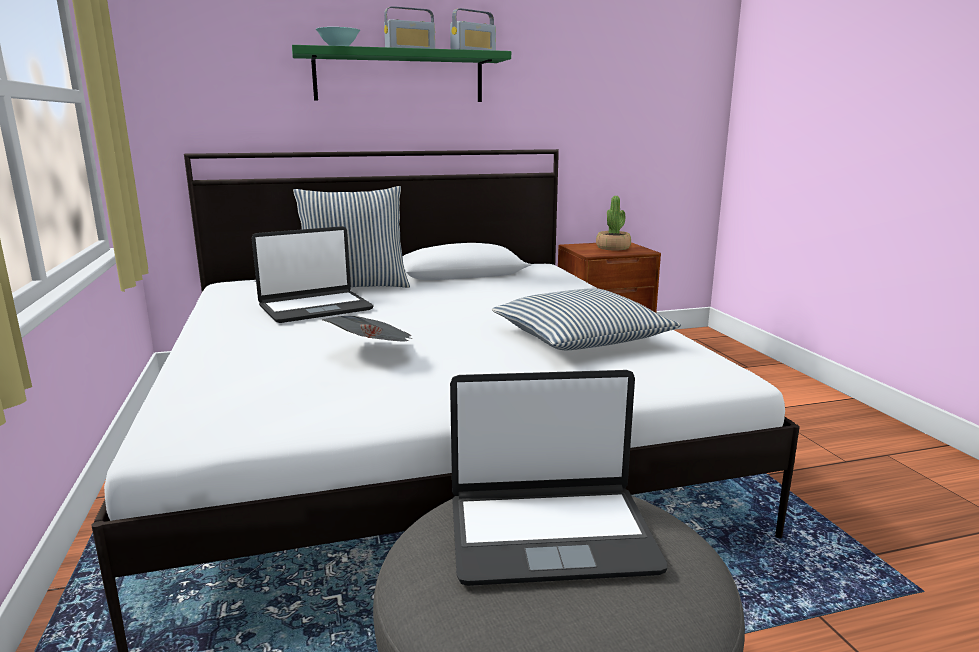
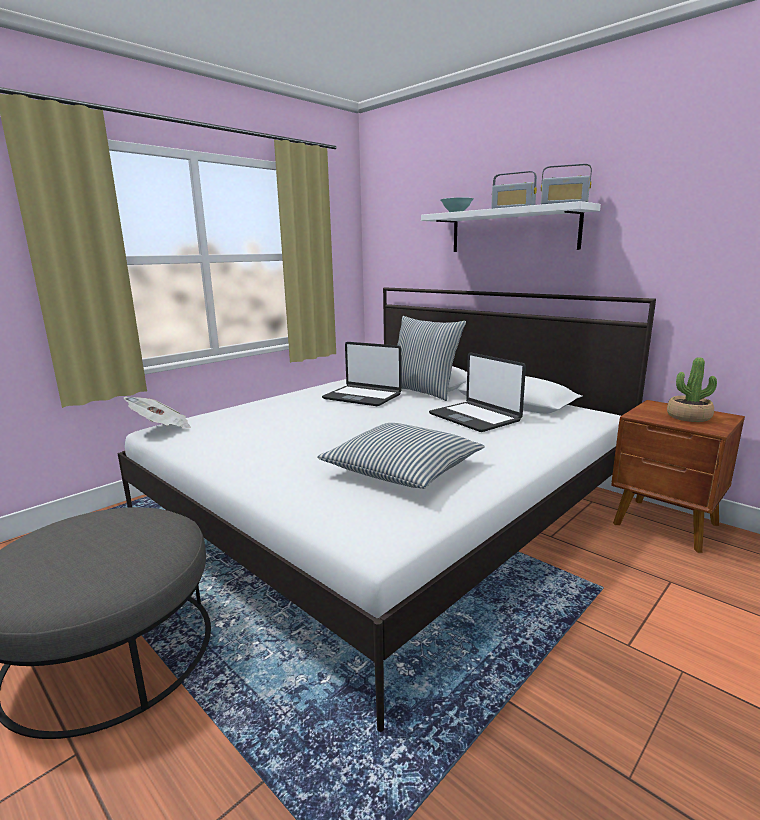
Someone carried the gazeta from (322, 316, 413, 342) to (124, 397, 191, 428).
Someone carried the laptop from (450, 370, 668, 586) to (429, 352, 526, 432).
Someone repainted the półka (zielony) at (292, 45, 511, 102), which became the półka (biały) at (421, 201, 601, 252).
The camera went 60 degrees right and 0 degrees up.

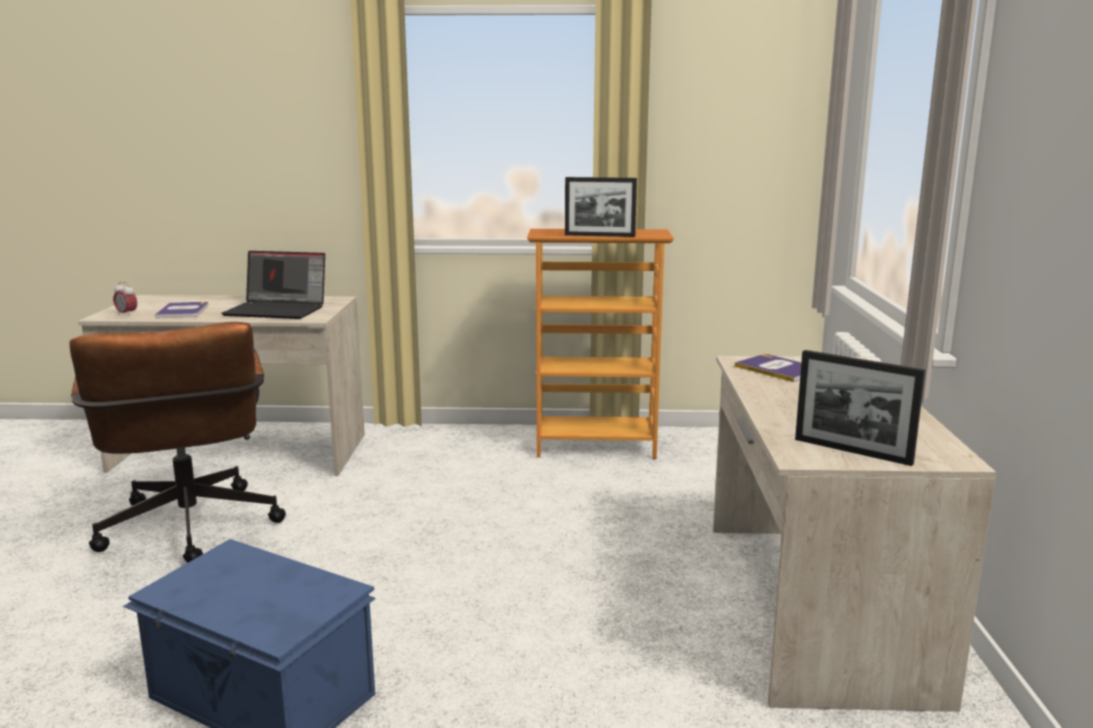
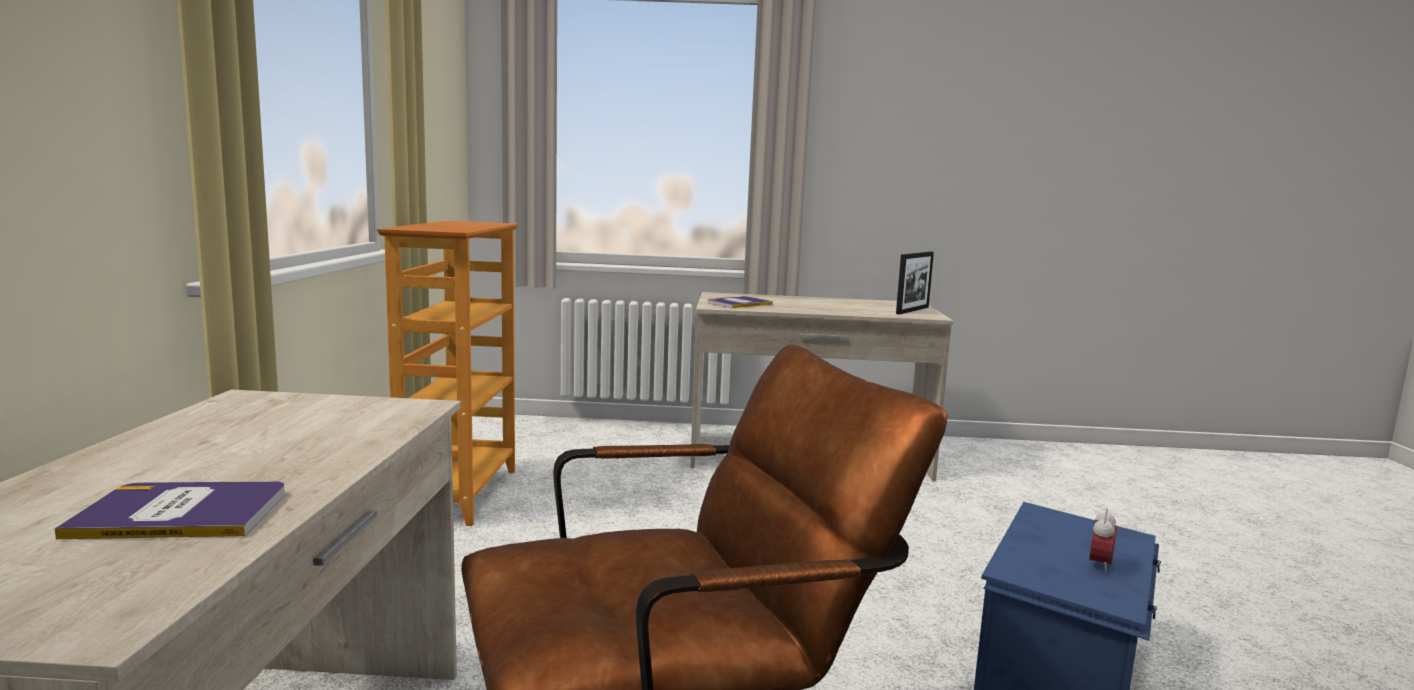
Someone took away the laptop at (221, 251, 325, 319).
Someone took away the ramka na zdjęcie at (565, 177, 637, 237).
Someone carried the budzik from (113, 282, 137, 316) to (1090, 508, 1117, 573).
The camera went 90 degrees left and 5 degrees down.

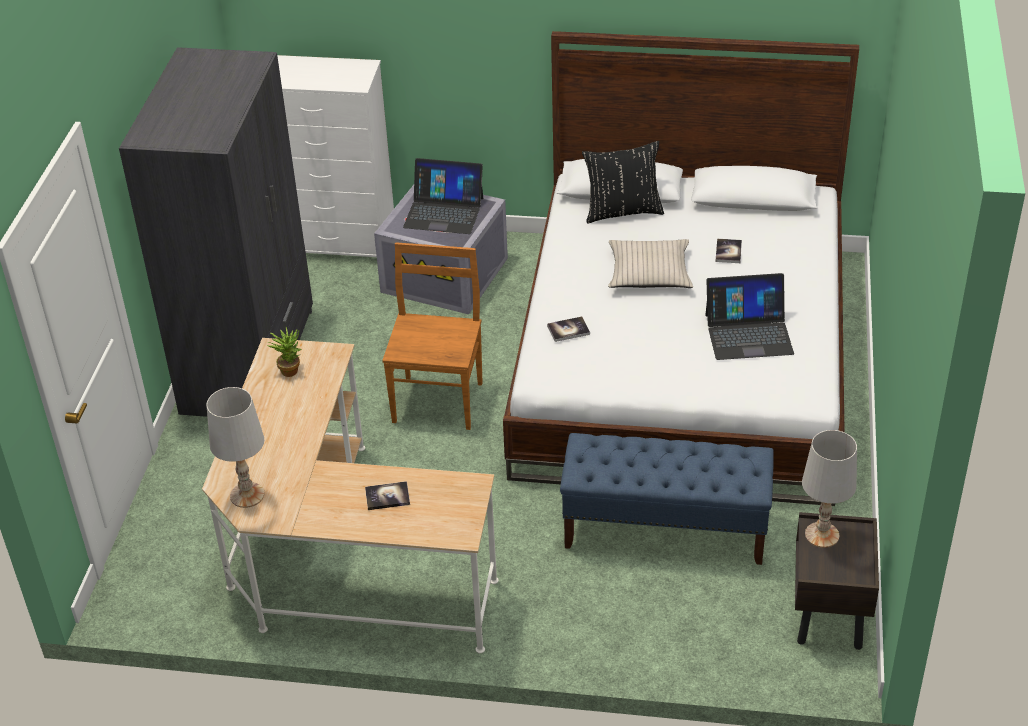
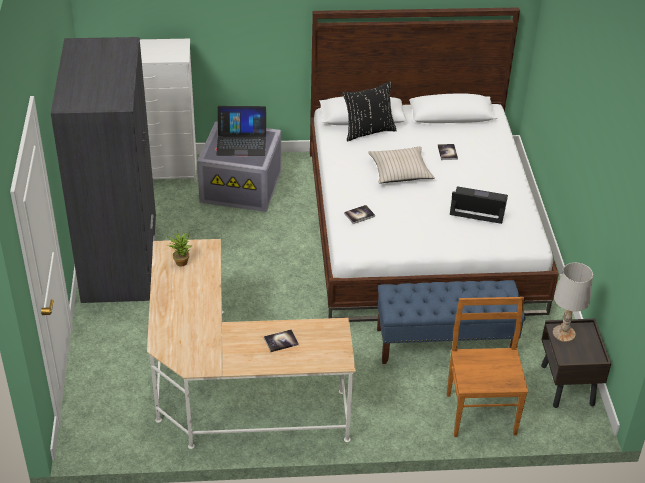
Someone took away the lampa stołowa (biały) at (206, 387, 265, 508).
Someone carried the krzesło (brązowy) from (382, 242, 483, 430) to (447, 297, 528, 437).
Someone rotated the laptop at (705, 273, 794, 360) by 150 degrees counterclockwise.
The camera went 15 degrees left and 0 degrees up.

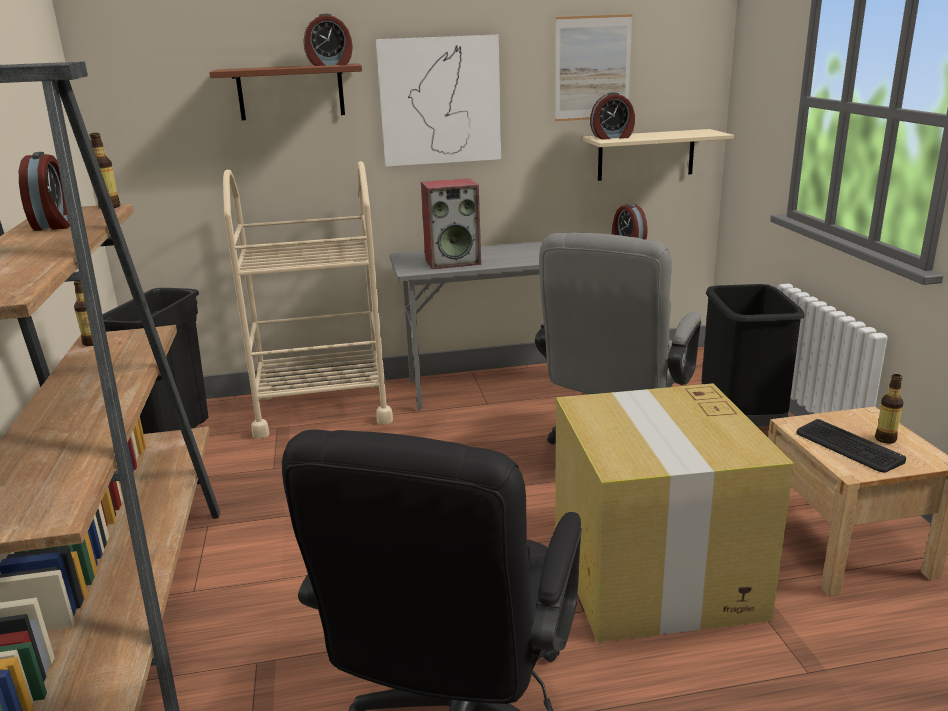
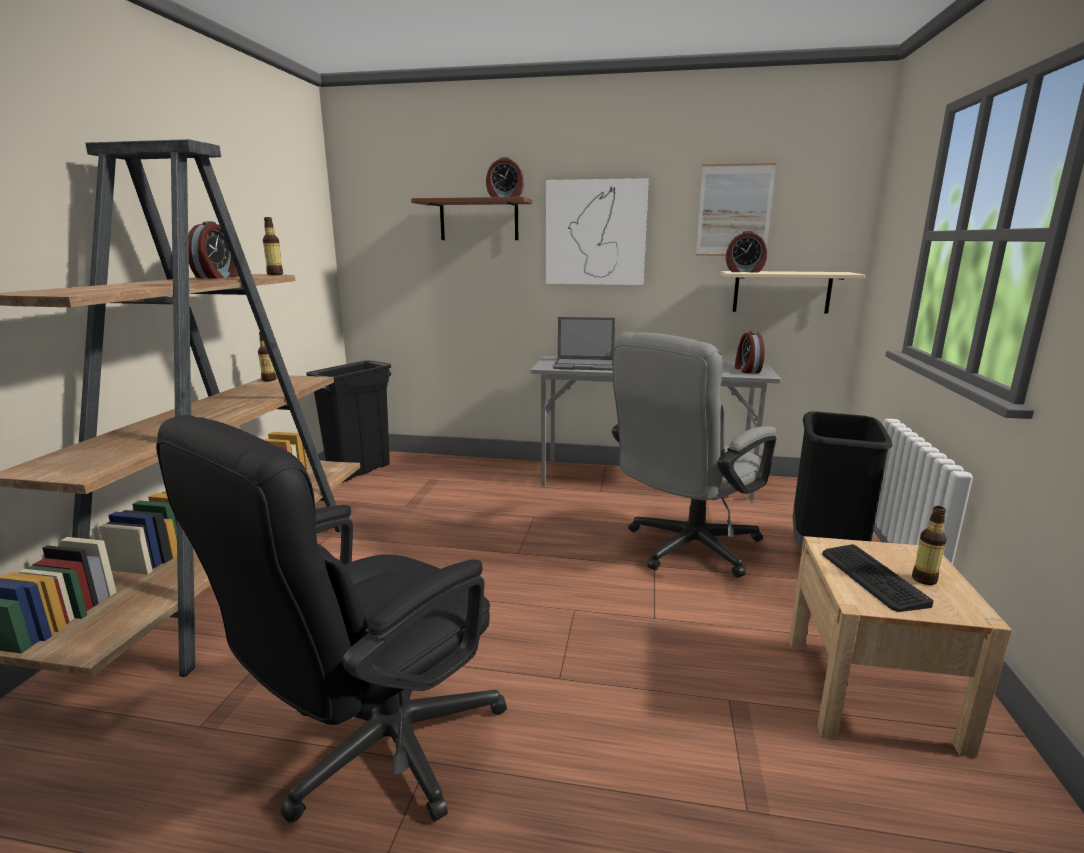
Someone took away the wózek (beżowy) at (223, 161, 393, 439).
Someone took away the karton at (555, 383, 794, 642).
Someone swapped the głośnik at (421, 178, 481, 269) for the laptop at (553, 317, 615, 370).
The camera went 20 degrees right and 5 degrees down.

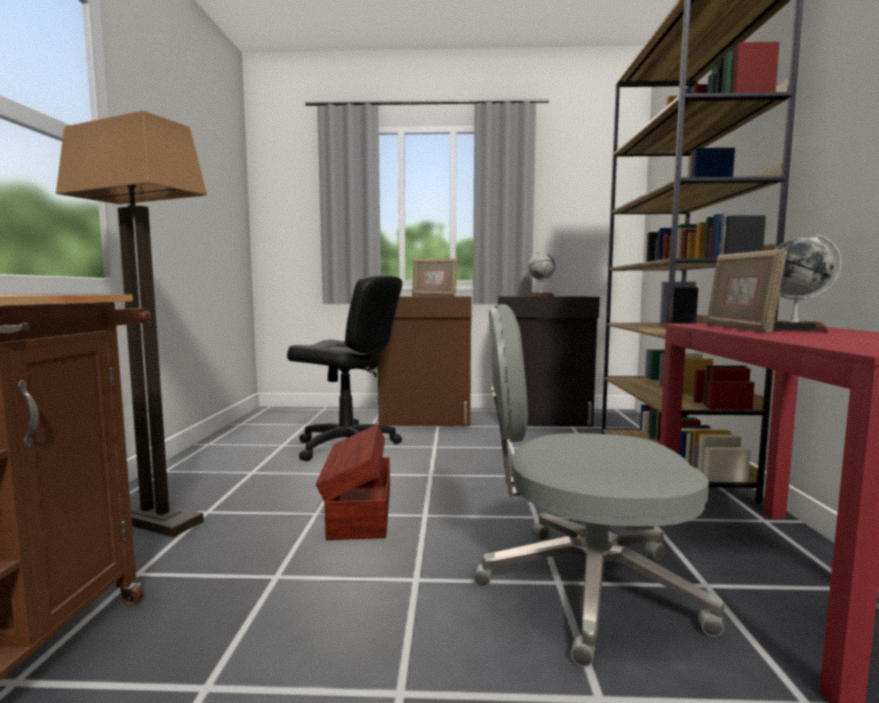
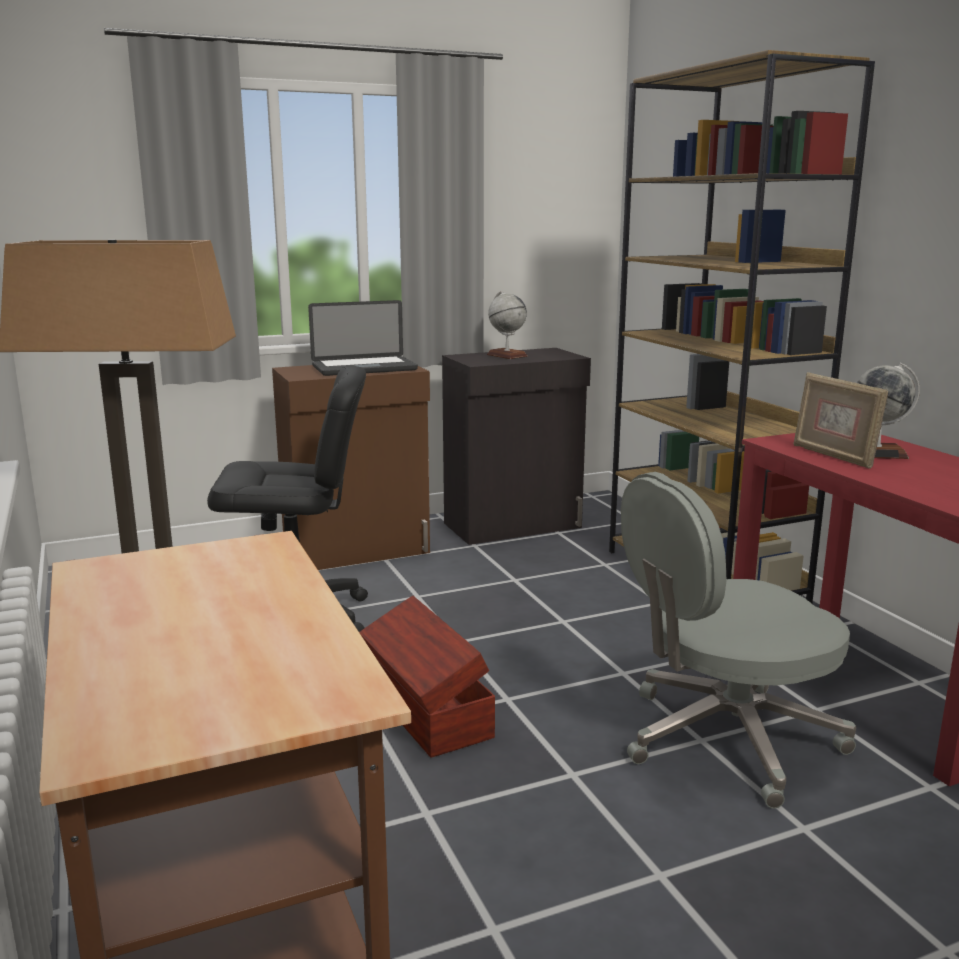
Someone swapped the ramka na zdjęcie at (412, 259, 457, 296) for the laptop at (308, 300, 418, 376).
The camera went 25 degrees left and 10 degrees up.

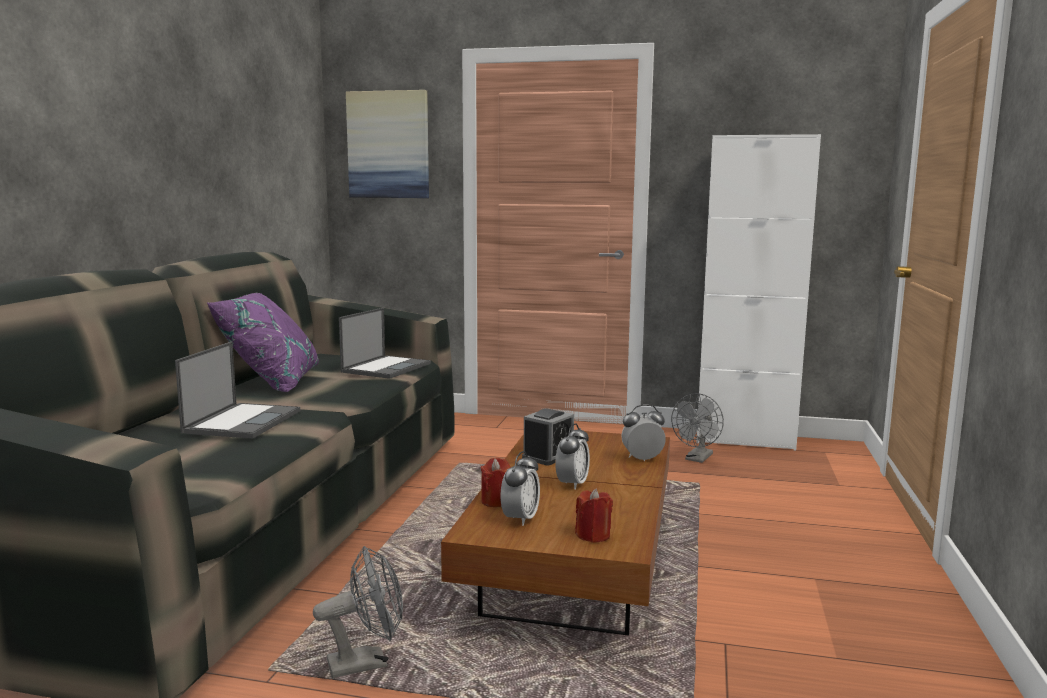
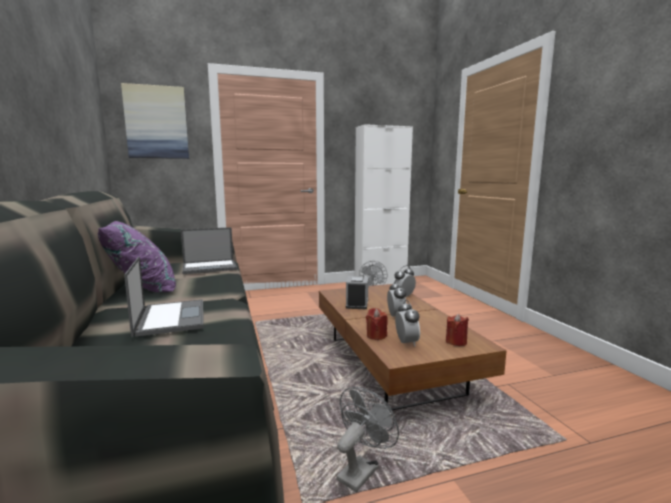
Someone rotated the laptop at (339, 308, 431, 379) by 75 degrees clockwise.
The camera went 30 degrees left and 0 degrees up.

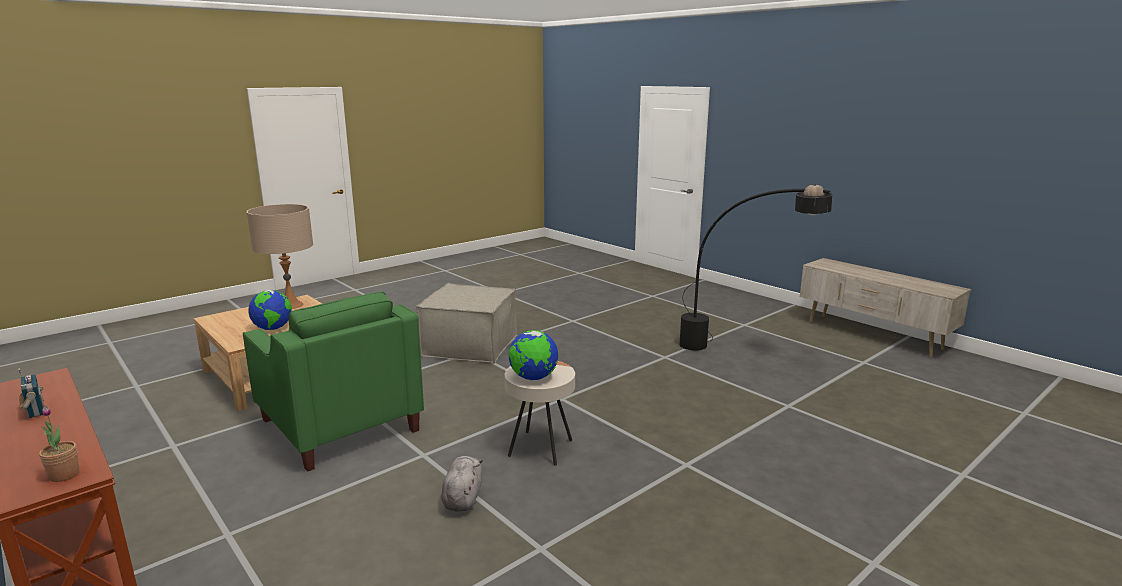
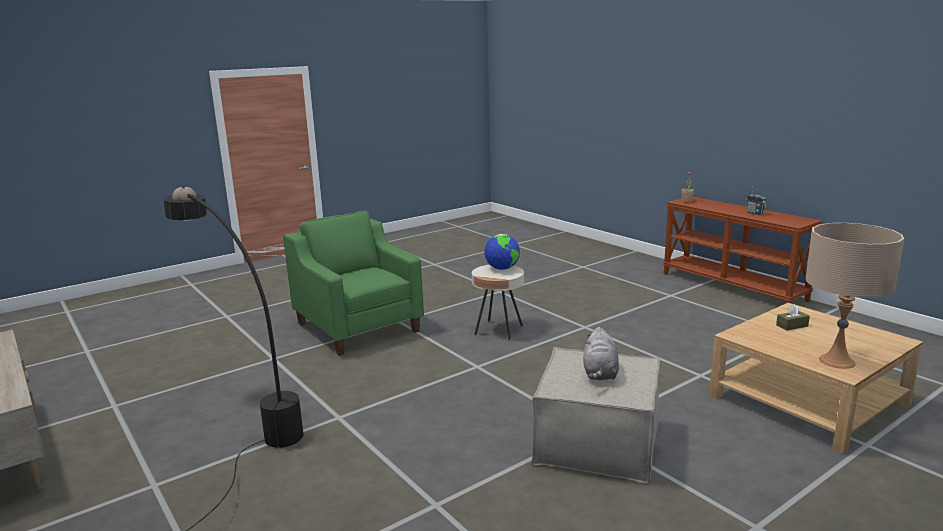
Someone carried the fotel (zielony) from (243, 292, 424, 472) to (283, 211, 424, 356).
Someone carried the pluszak (szary) from (441, 456, 483, 511) to (583, 327, 619, 380).
Someone swapped the globus at (248, 290, 292, 330) for the pudełko chusteczek (brązowy) at (776, 304, 810, 331).
The camera went 175 degrees left and 0 degrees up.

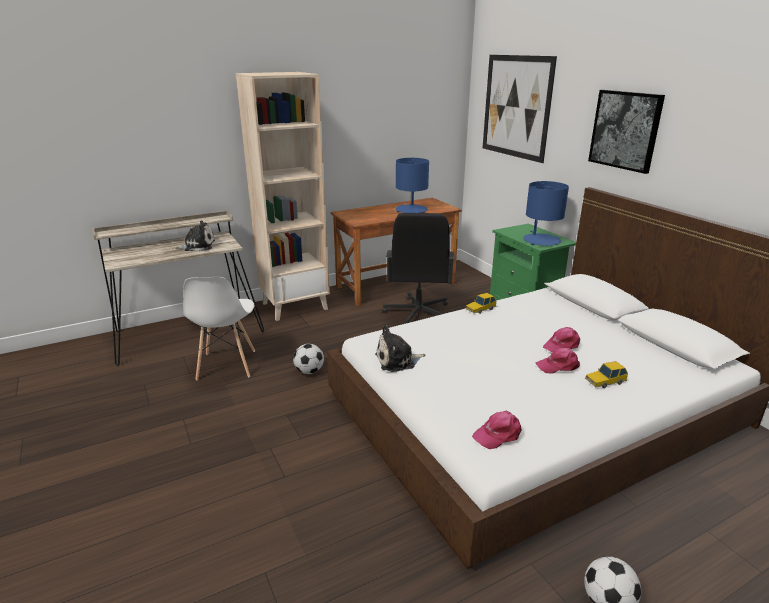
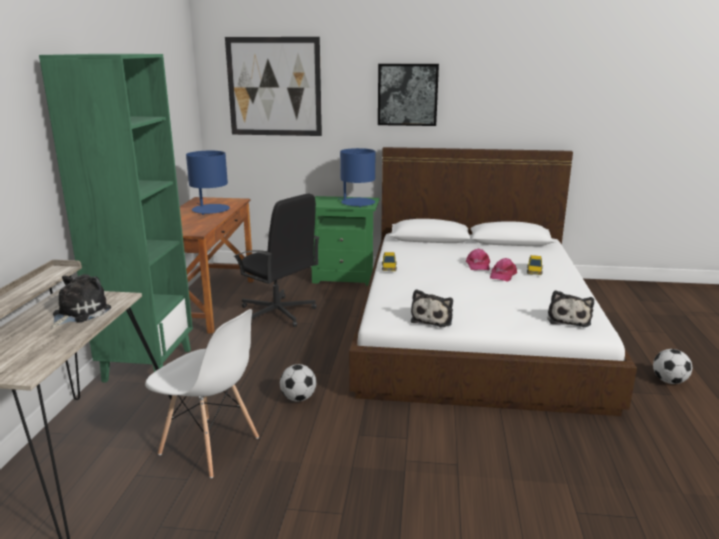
Someone swapped the czapka z daszkiem (różowy) at (472, 411, 522, 449) for the pluszak at (547, 290, 594, 327).
Someone repainted the regał (beżowy) at (236, 72, 330, 321), which became the regał (zielony) at (39, 54, 193, 383).
The camera went 55 degrees left and 5 degrees down.

